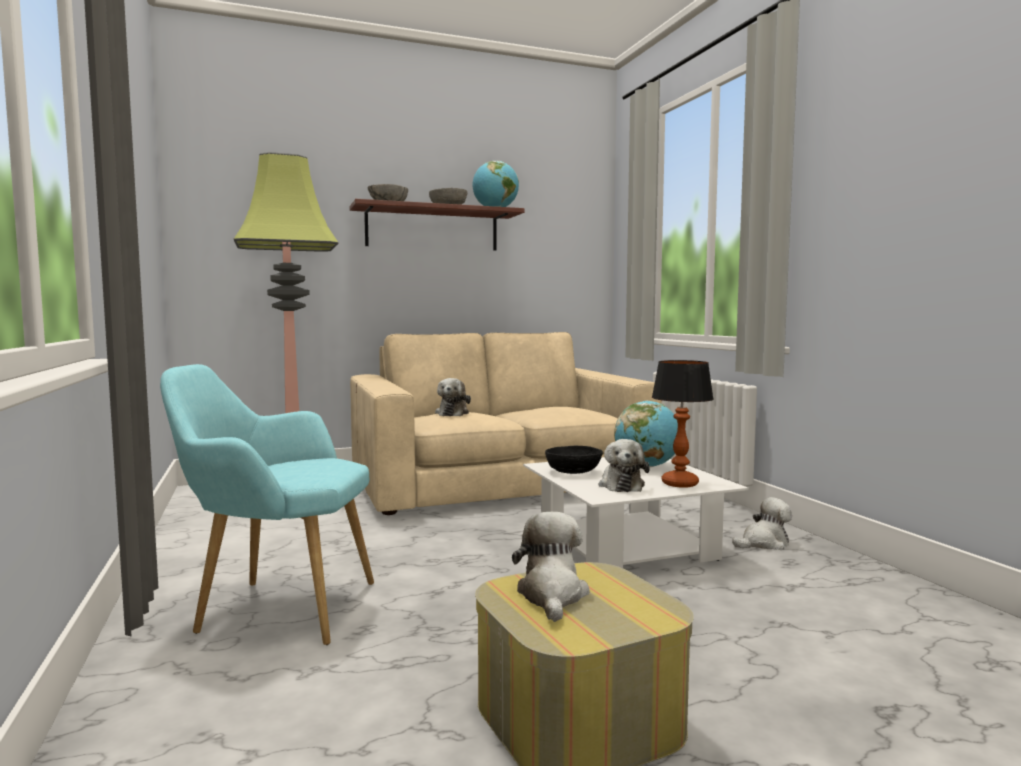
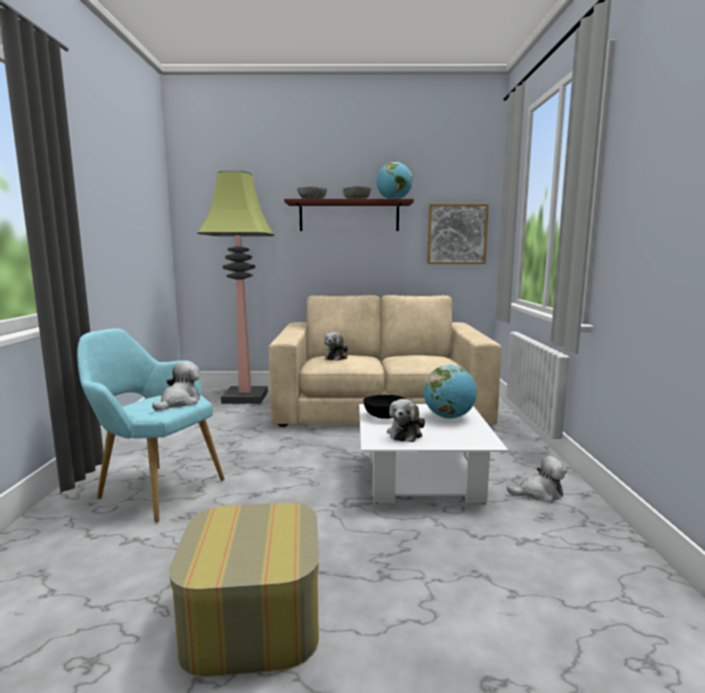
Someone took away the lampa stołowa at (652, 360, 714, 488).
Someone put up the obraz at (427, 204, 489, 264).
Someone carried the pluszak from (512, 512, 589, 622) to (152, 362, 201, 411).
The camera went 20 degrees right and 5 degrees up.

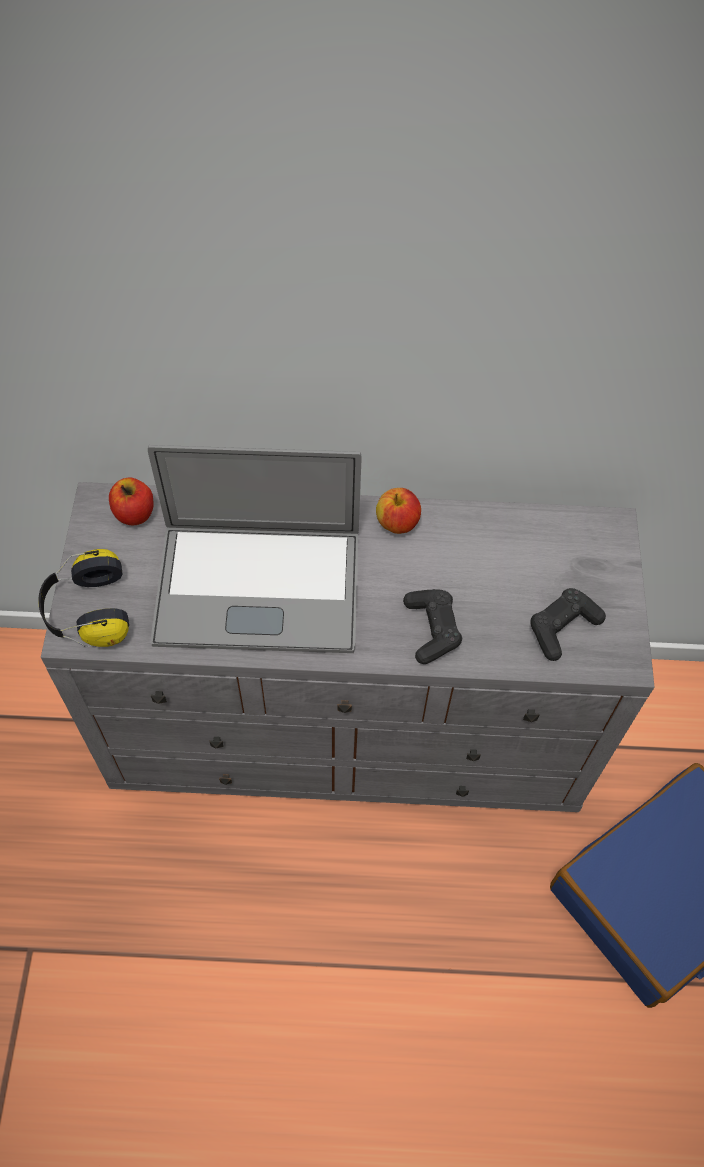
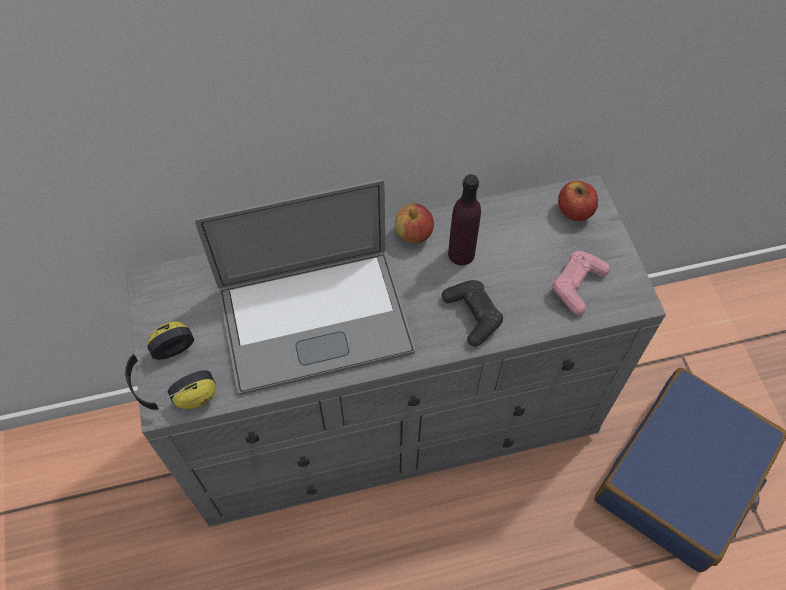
Someone put down the butelka (fioletowy) at (448, 174, 481, 265).
Someone carried the jabłko from (109, 477, 154, 525) to (558, 181, 598, 221).
Someone repainted the pad do gier (czarny) at (531, 588, 606, 661), which became the pad do gier (różowy) at (552, 251, 610, 315).
The camera went 15 degrees left and 0 degrees up.

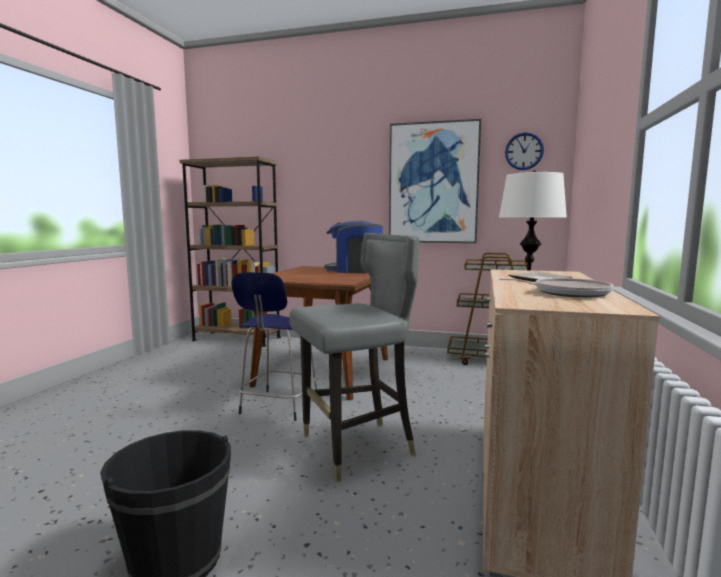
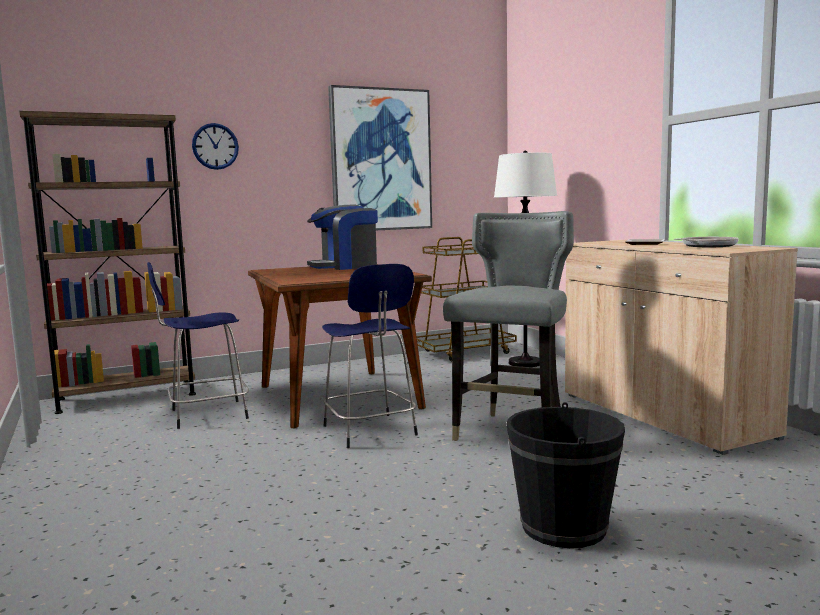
Someone put down the stołek (niebieski) at (147, 262, 249, 429).
Someone carried the zegar ścienny from (505, 132, 544, 170) to (192, 123, 239, 170).
The camera went 40 degrees left and 0 degrees up.

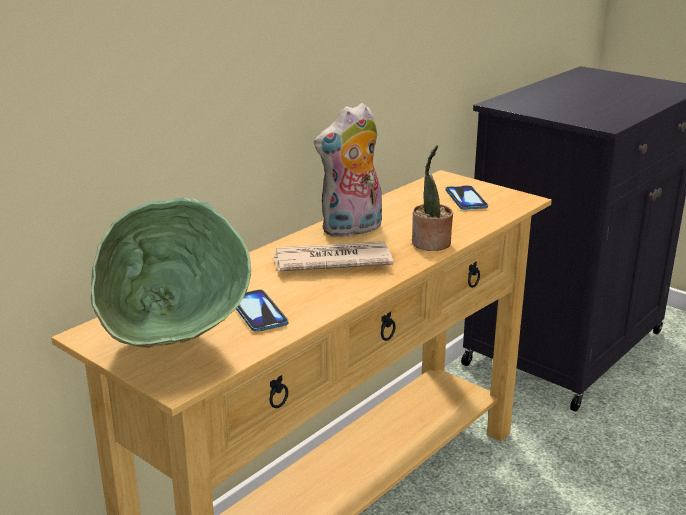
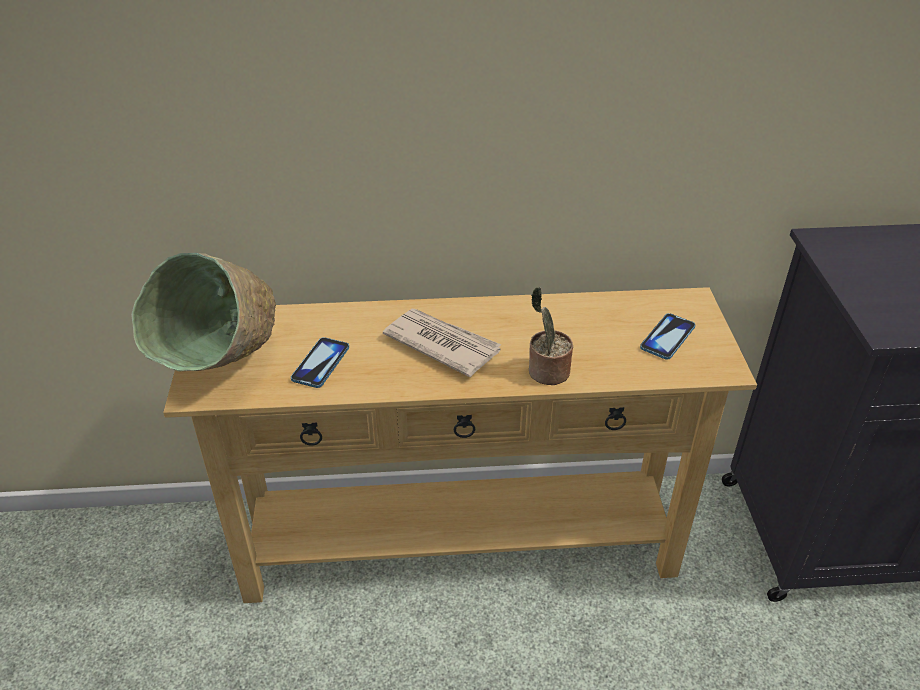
Someone took away the pluszak at (314, 103, 382, 237).
The camera went 45 degrees right and 15 degrees up.

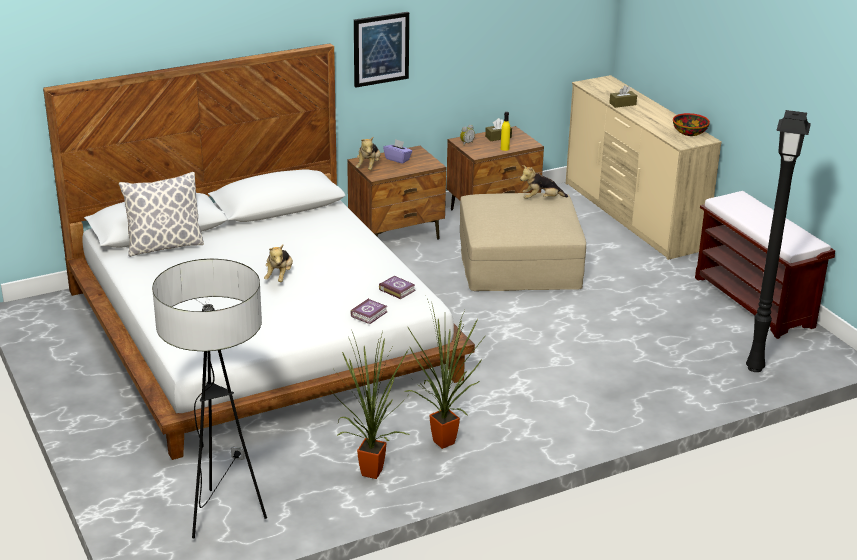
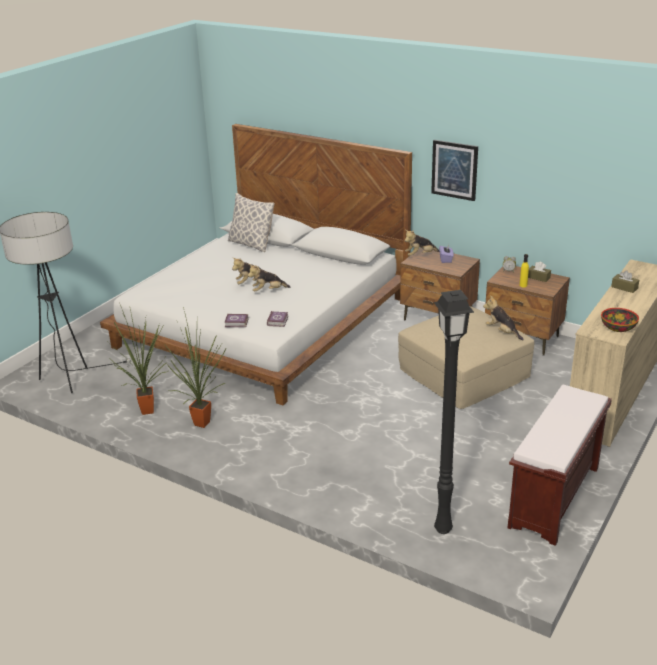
Someone put down the pluszak at (248, 264, 290, 292).
The camera went 60 degrees right and 0 degrees up.

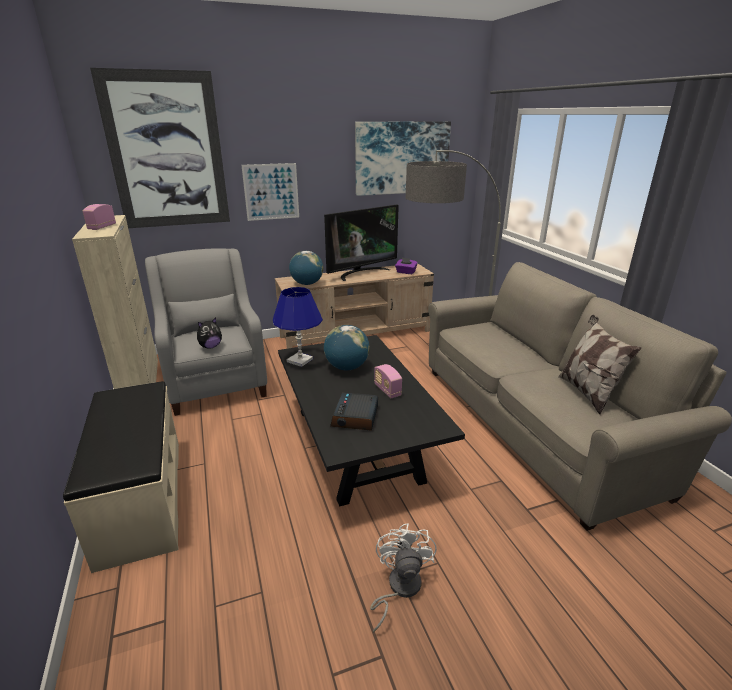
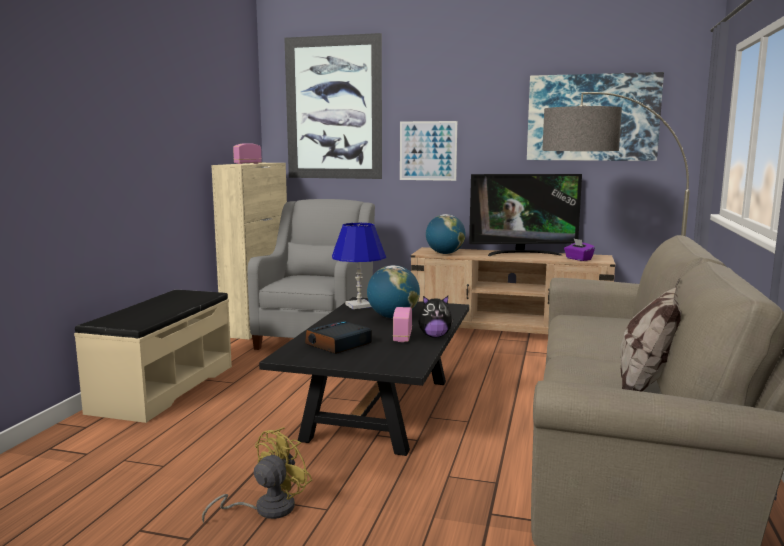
Someone carried the pluszak from (197, 318, 222, 349) to (418, 296, 453, 337).
Someone repainted the wentylator (biały) at (370, 524, 437, 633), which became the wentylator (żółty) at (202, 427, 312, 523).
The camera went 35 degrees right and 15 degrees down.

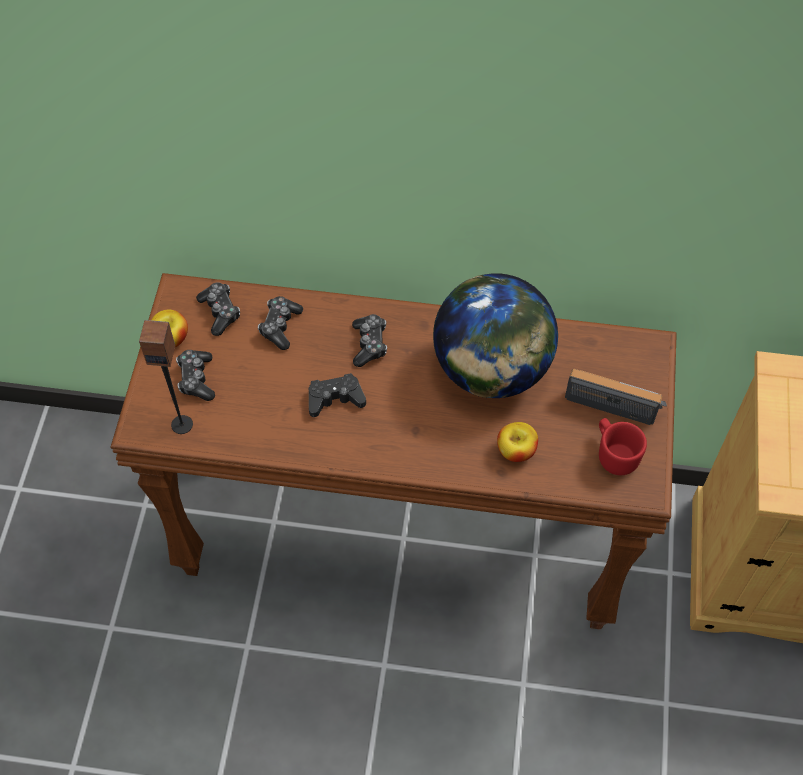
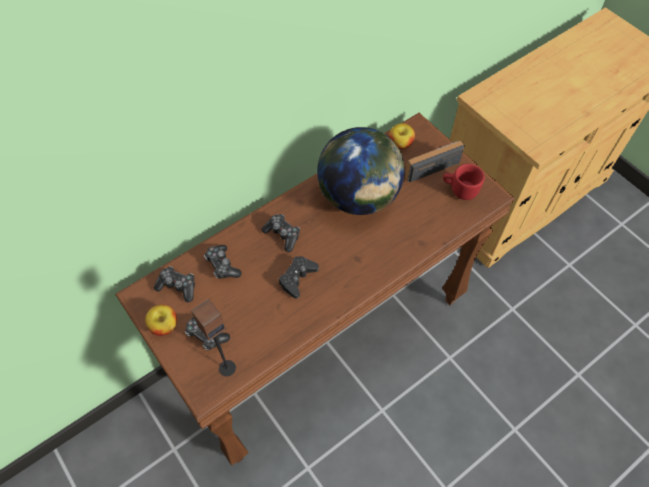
Someone carried the jabłko from (497, 422, 538, 462) to (389, 123, 415, 149).
The camera went 45 degrees left and 0 degrees up.

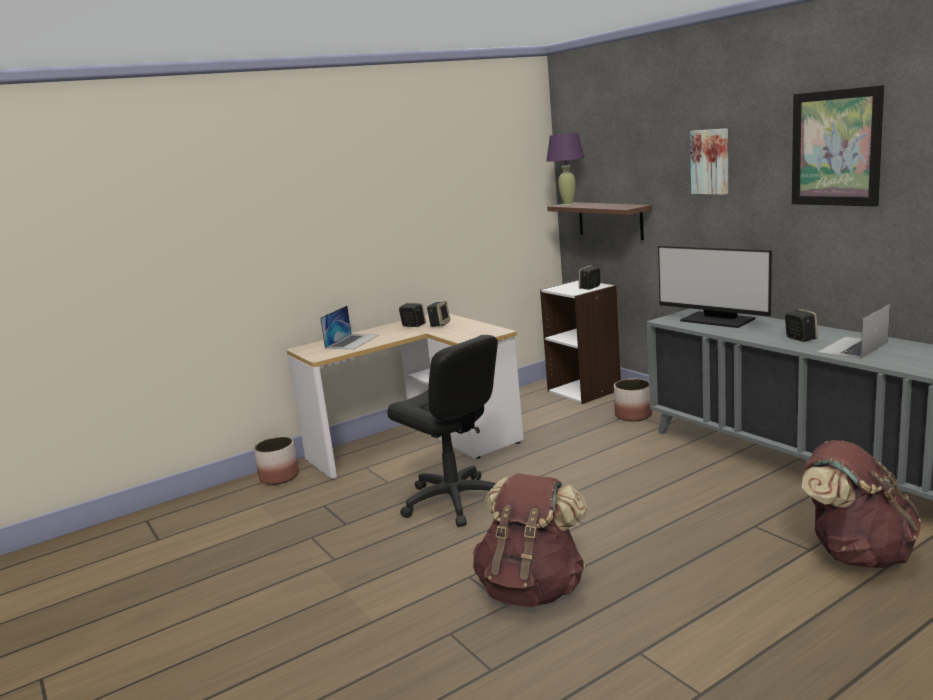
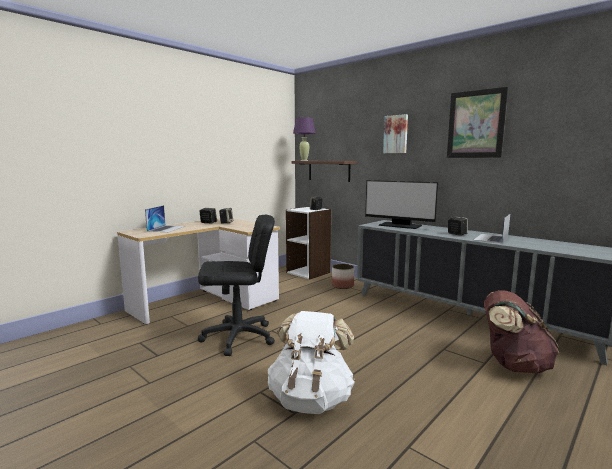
Someone took away the donica at (254, 437, 299, 485).
Someone repainted the plecak (brązowy) at (473, 473, 587, 607), which became the plecak (biały) at (268, 311, 355, 414).
Someone rotated the krzesło biurowe (czarny) at (387, 335, 498, 527) by 45 degrees counterclockwise.
The camera went 15 degrees left and 5 degrees down.

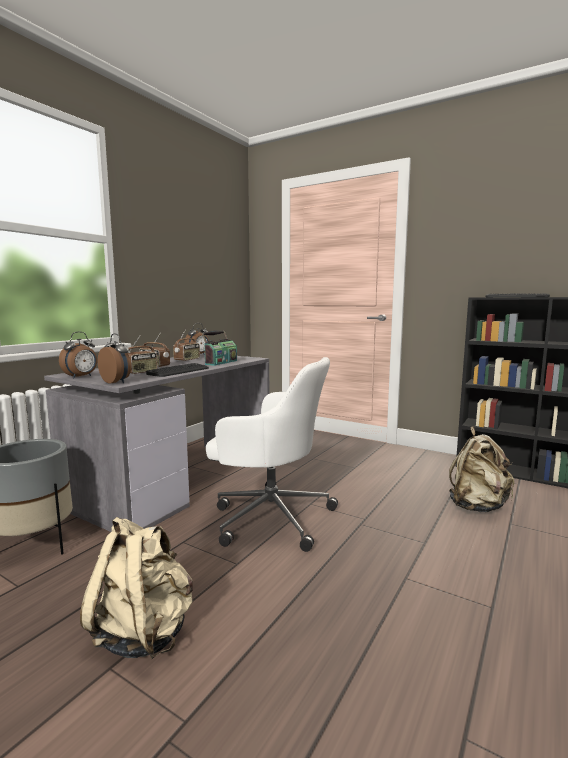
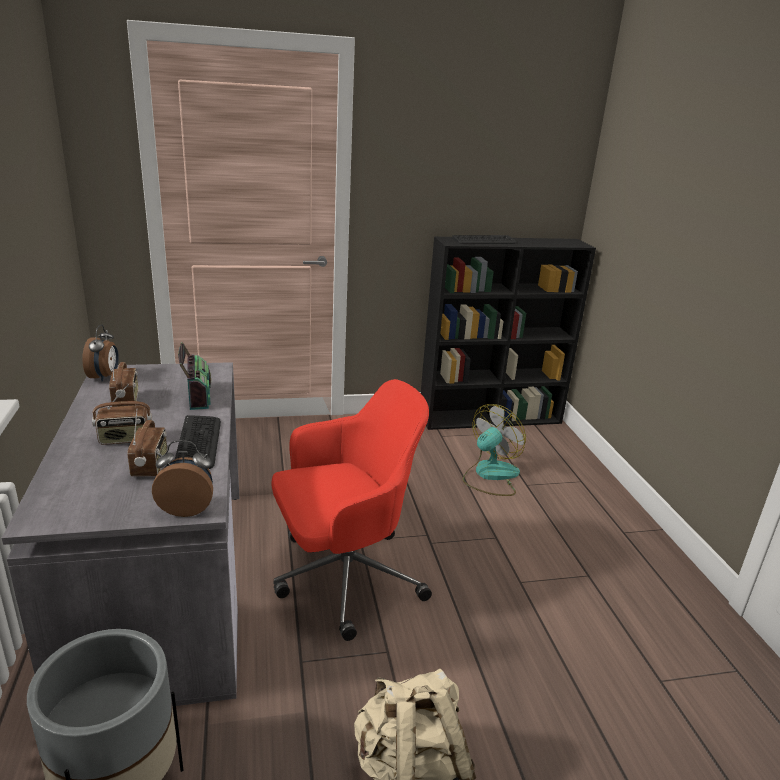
Someone took away the budzik at (59, 332, 97, 378).
Someone swapped the plecak (beżowy) at (449, 427, 514, 512) for the wentylator at (463, 404, 526, 496).
Someone repainted the krzesło biurowe (biały) at (206, 357, 338, 552), which became the krzesło biurowe (czerwony) at (271, 379, 432, 641).
The camera went 45 degrees left and 15 degrees up.

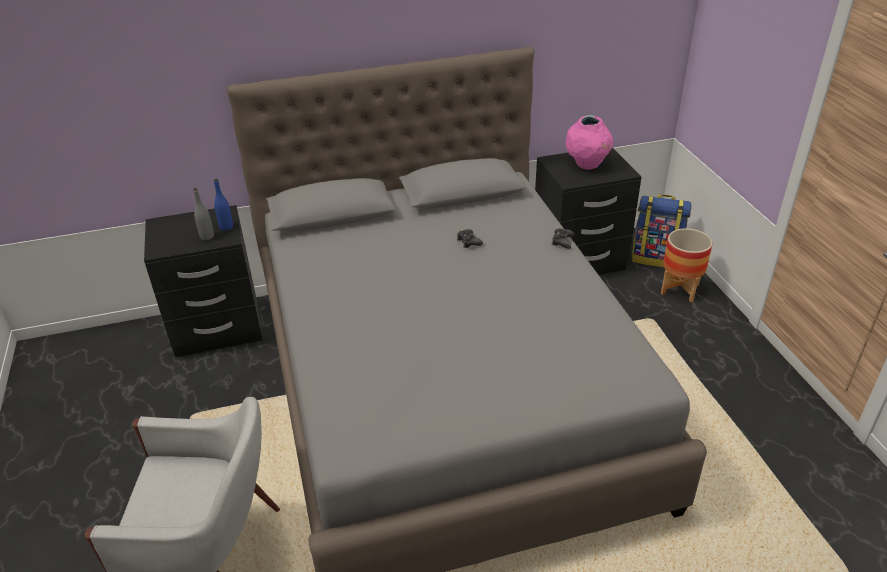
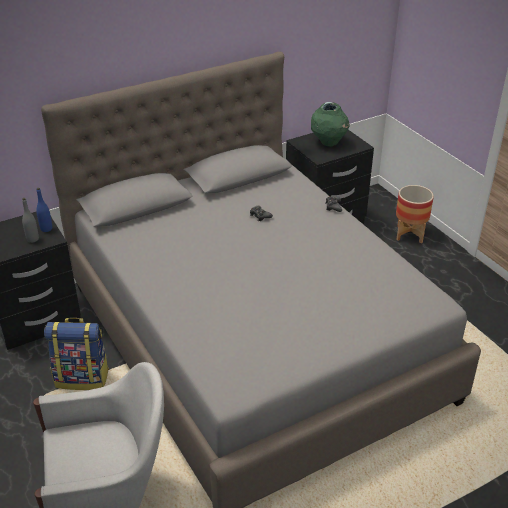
Someone carried the plecak from (632, 194, 691, 267) to (44, 318, 109, 390).
Someone repainted the wazon (różowy) at (565, 115, 613, 170), which became the wazon (zielony) at (311, 102, 350, 146).
The camera went 15 degrees left and 0 degrees up.

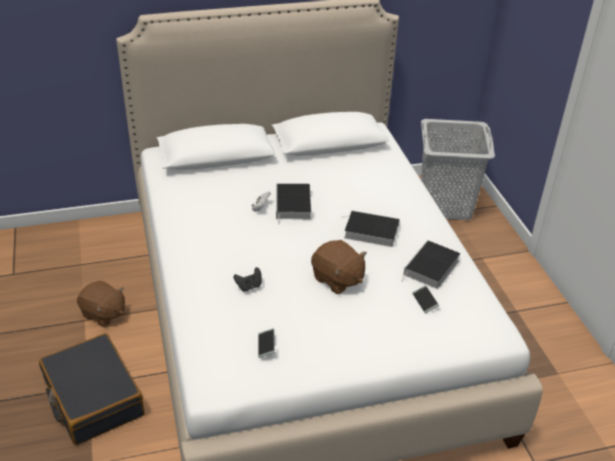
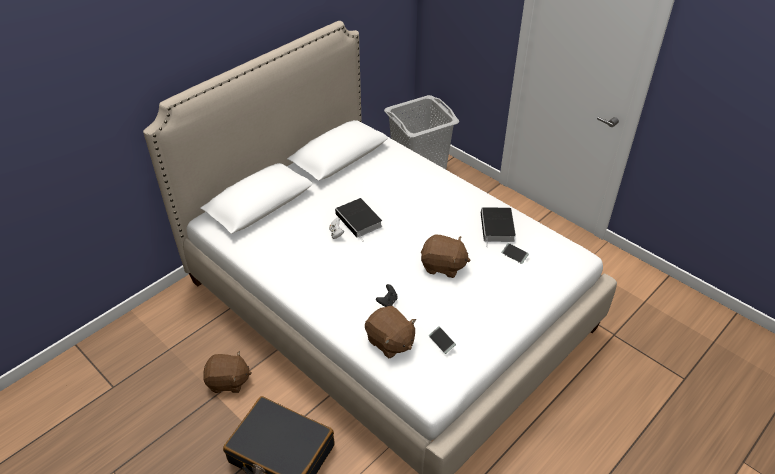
Someone took away the książka at (341, 211, 399, 247).
Someone put down the pluszak (brązowy) at (365, 306, 416, 358).
The camera went 30 degrees left and 5 degrees up.

